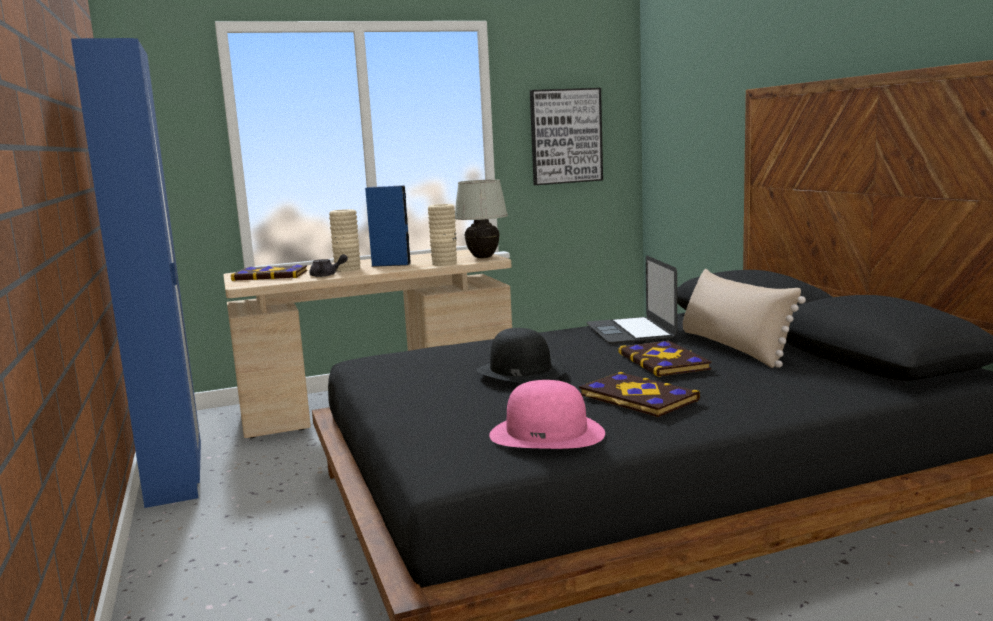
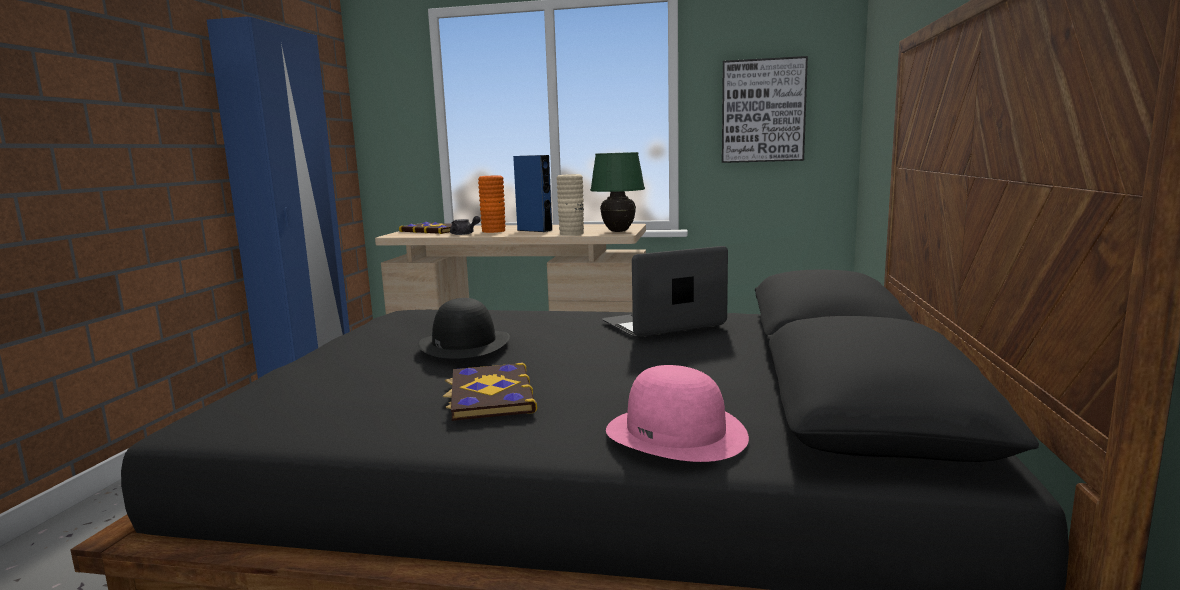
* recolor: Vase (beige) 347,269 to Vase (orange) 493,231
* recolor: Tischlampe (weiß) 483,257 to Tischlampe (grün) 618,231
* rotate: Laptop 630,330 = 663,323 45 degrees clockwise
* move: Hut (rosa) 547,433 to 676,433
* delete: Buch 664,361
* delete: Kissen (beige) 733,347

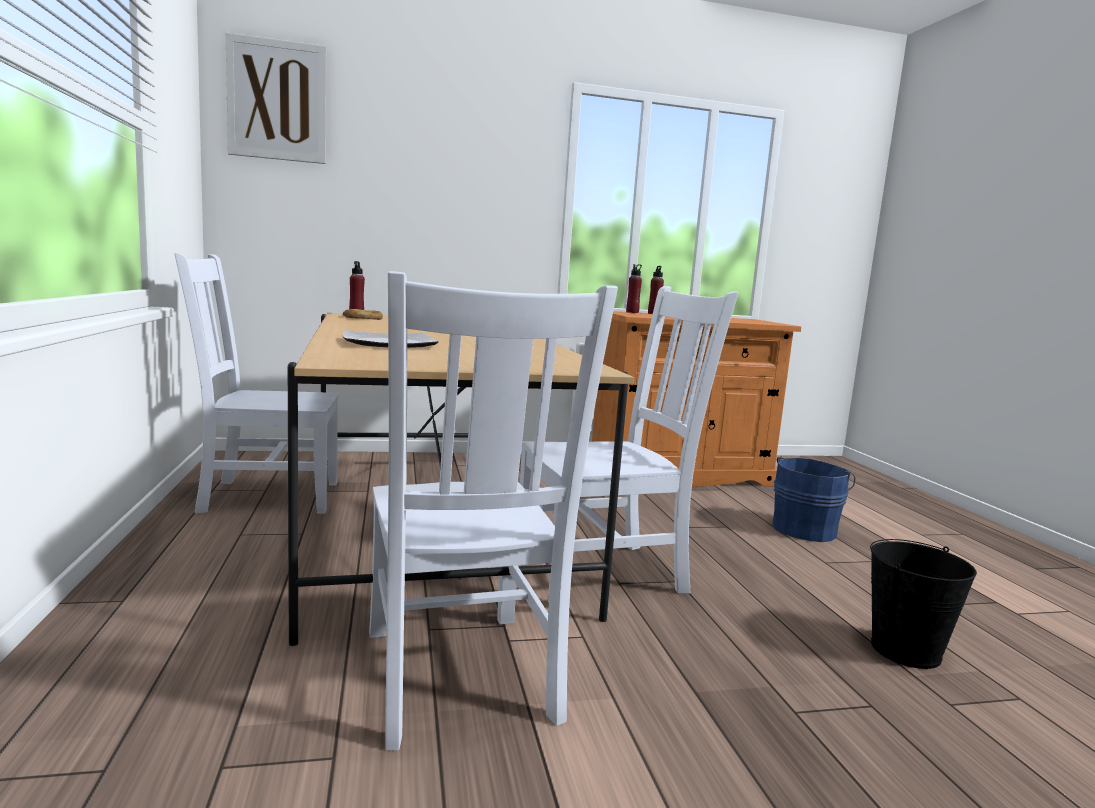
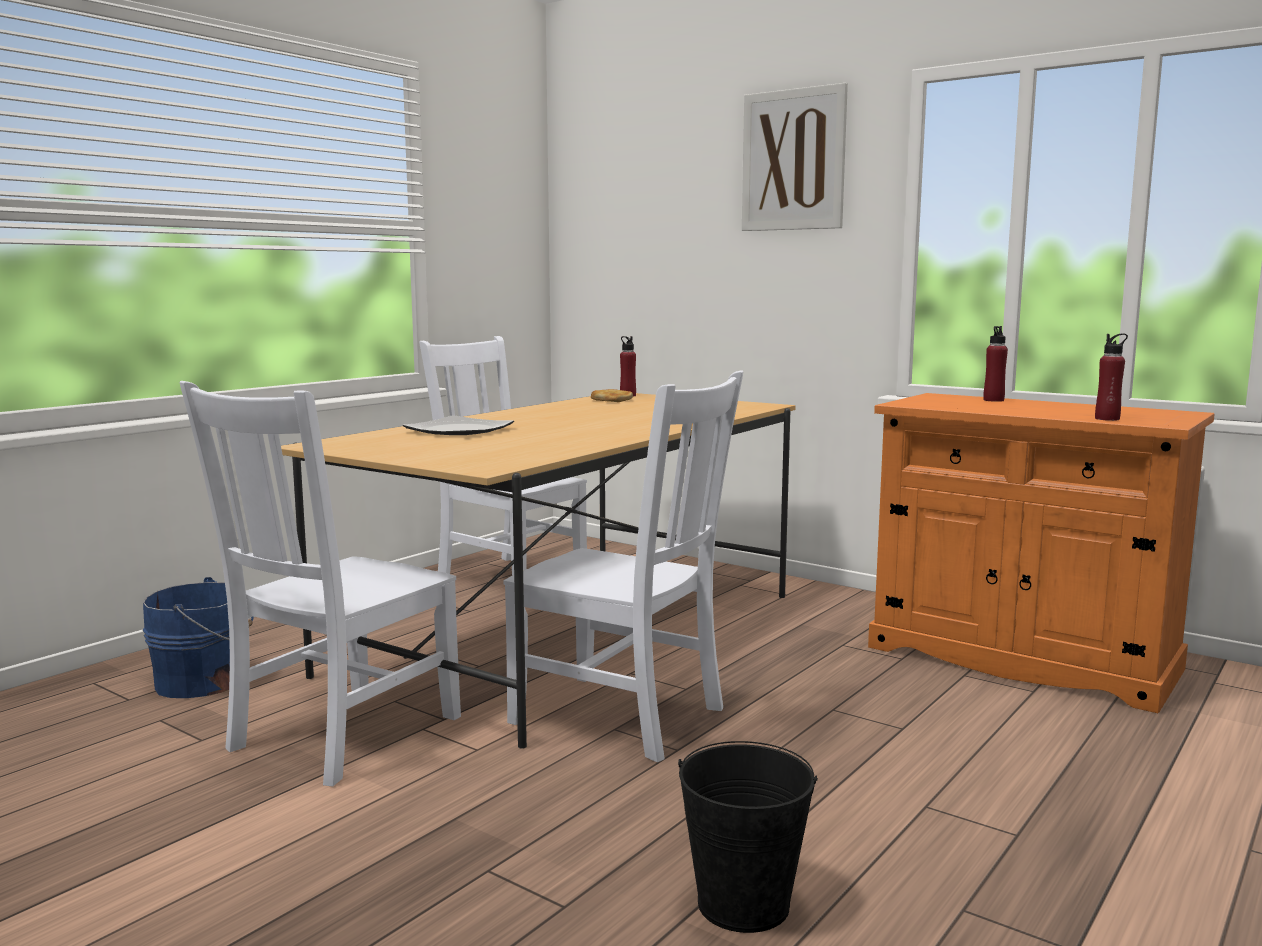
* move: Eimer (blau) 805,529 to 205,681
* move: Bild 277,100 to 793,160
* move: Flasche (rot) 632,312 to 1107,419

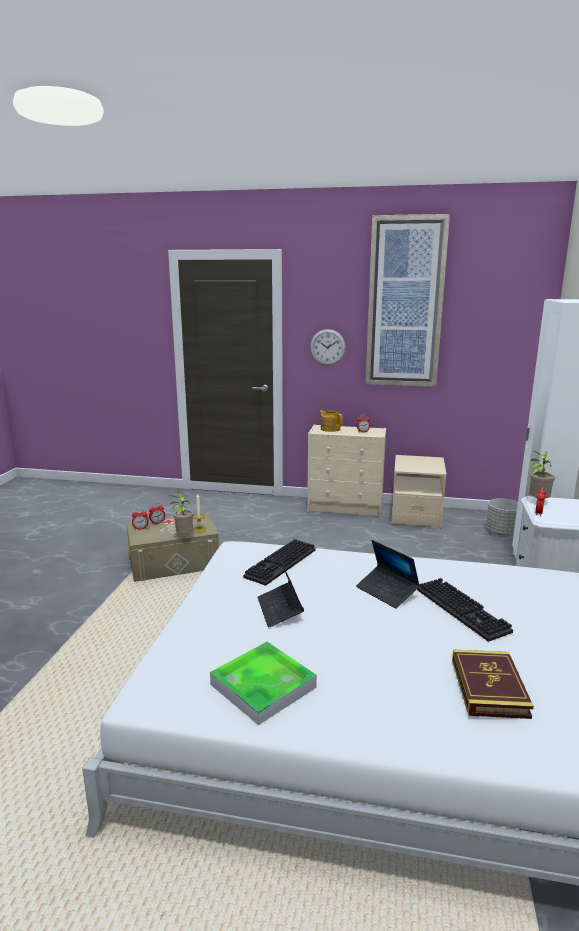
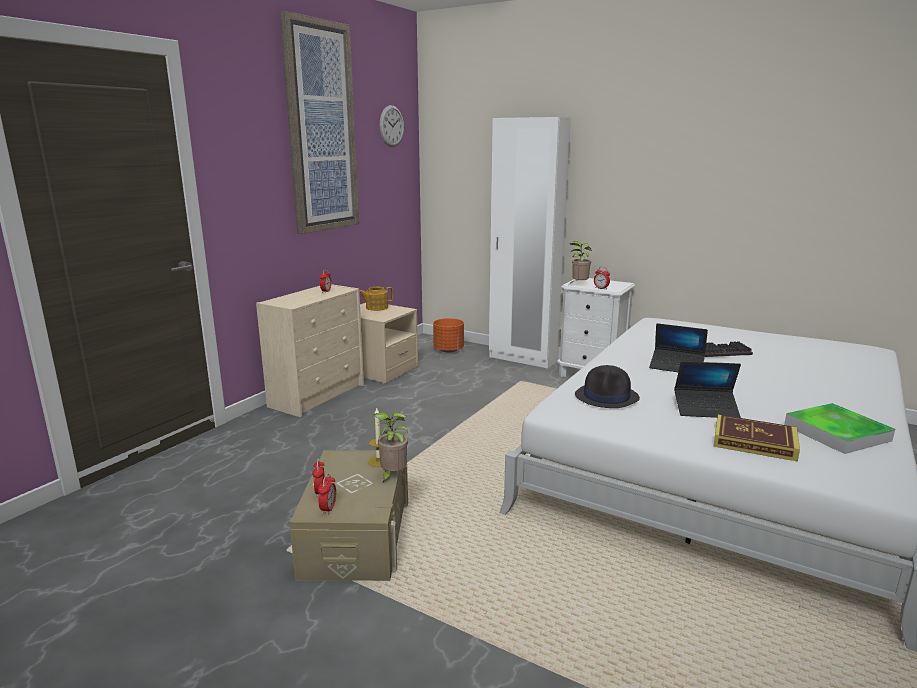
* move: Teekanne 330,429 to 376,307
* move: Wanduhr 327,347 to 391,126
* recolor: Pflanzkübel (grau) 502,532 to Pflanzkübel (orange) 449,350
* replace: Tastatur 281,564 to Hut (schwarz) 607,397
* rotate: Laptop 387,591 = 676,367 45 degrees clockwise
* move: Buch 489,687 to 754,442

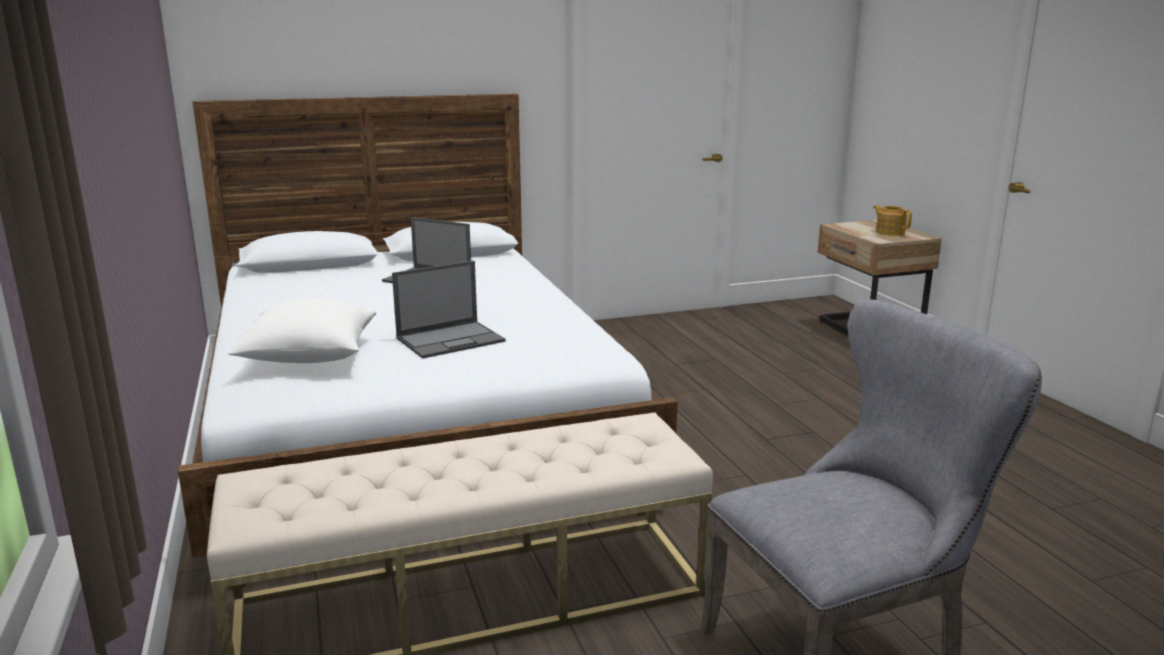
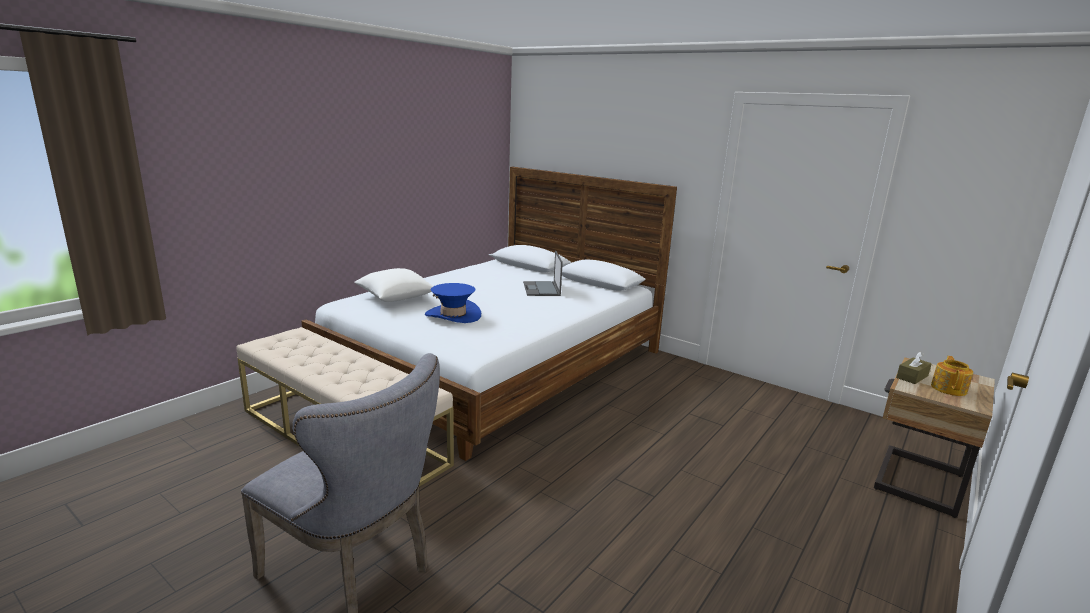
* replace: Laptop 451,340 to Hut (blau) 453,315
* insert: Taschentuchbox (braun) 912,377

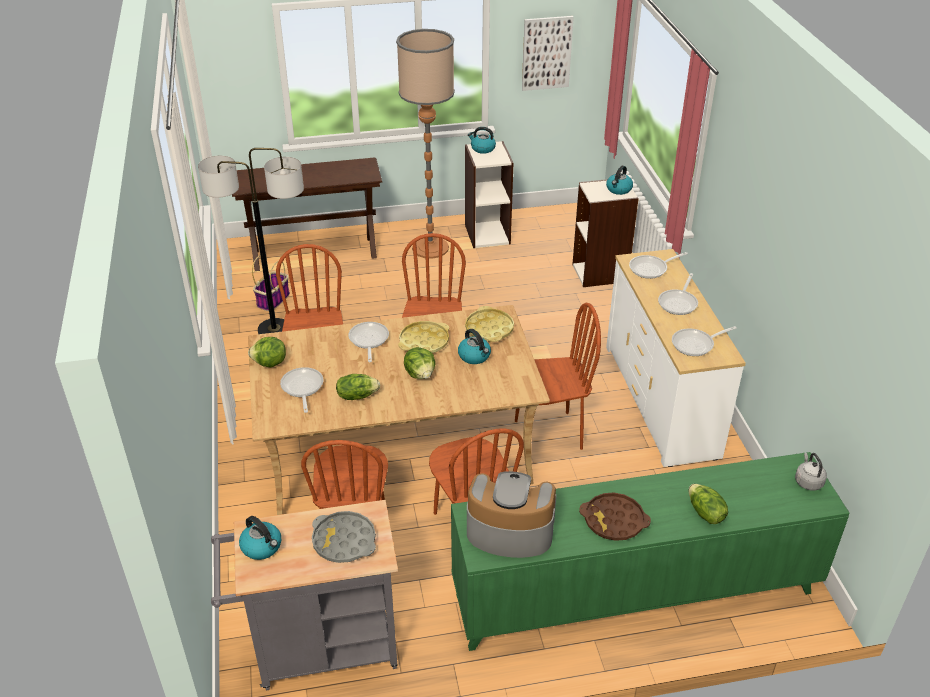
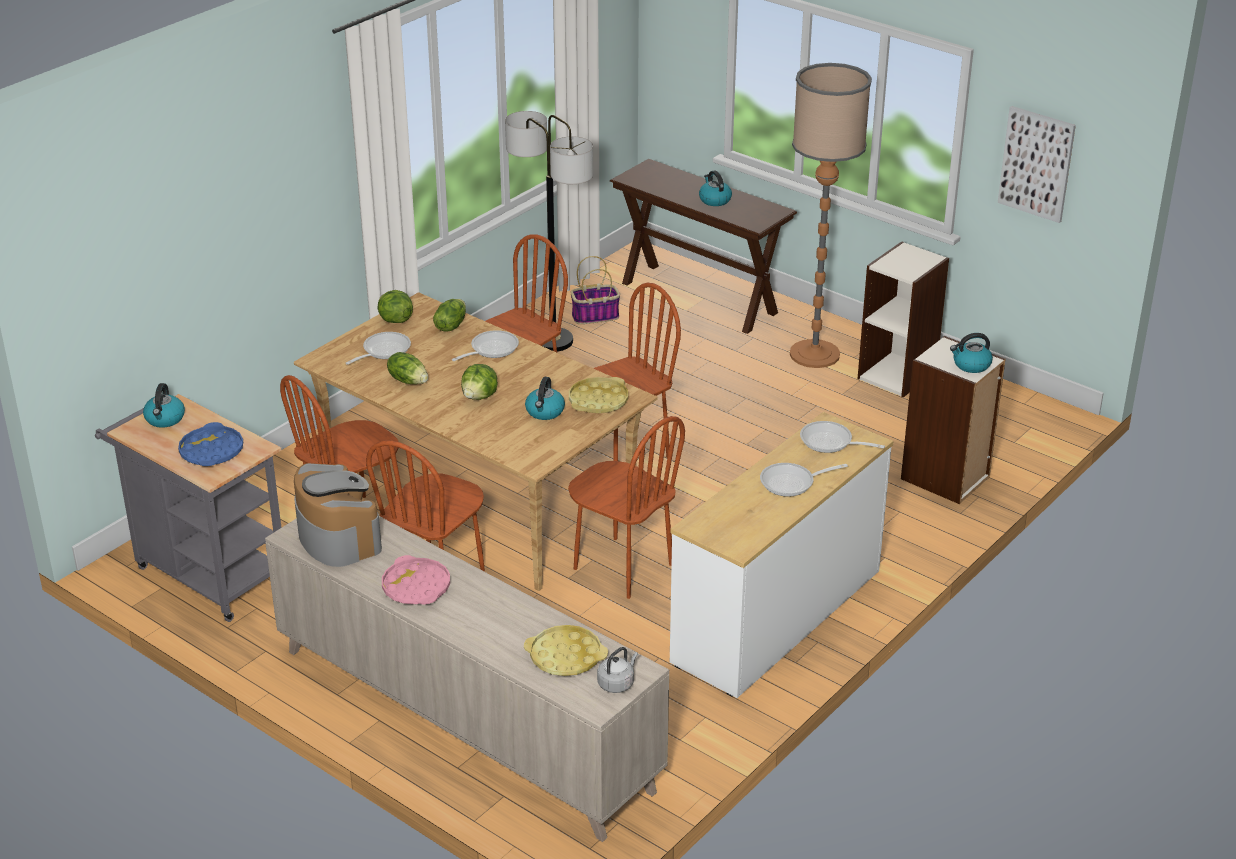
* recolor: Tablett (grau) 344,541 to Tablett (blau) 211,451
* recolor: Schrank (grün) 634,594 to Schrank (beige) 464,720
* recolor: Tablett (braun) 614,521 to Tablett (rosa) 416,587
* move: Salatkopf 705,513 to 450,325
* move: Tablett (gelb) 424,342 to 565,656
* move: Wasserkessel 482,149 to 714,200
* delete: Pfanne 696,344

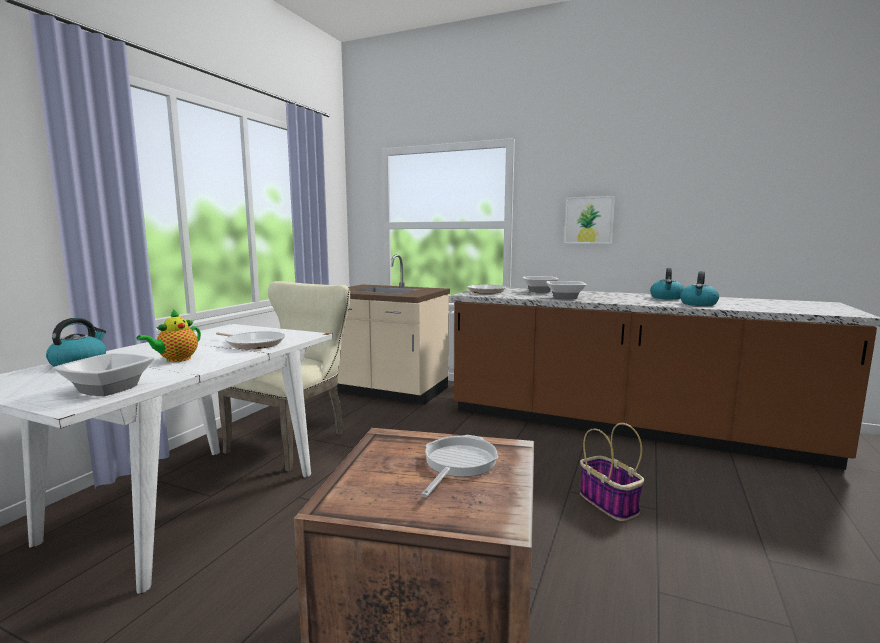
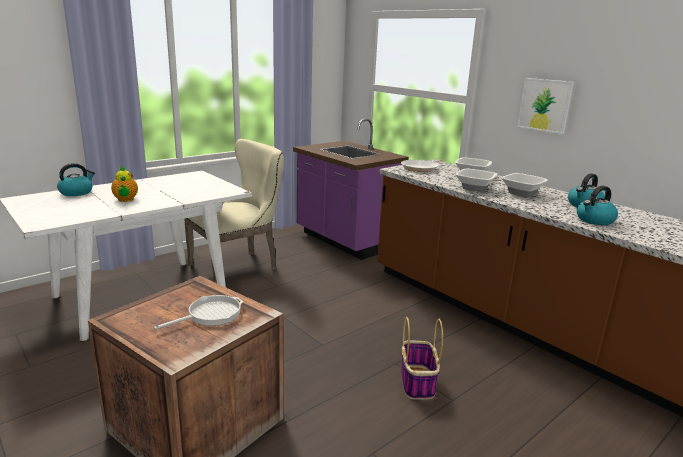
* rotate: Teekanne 176,360 = 125,200 75 degrees counterclockwise
* recolor: Küchenzeile (beige) 388,391 to Küchenzeile (lila) 345,240
* move: Schüssel 110,389 to 523,193
* delete: Pfanne 253,344

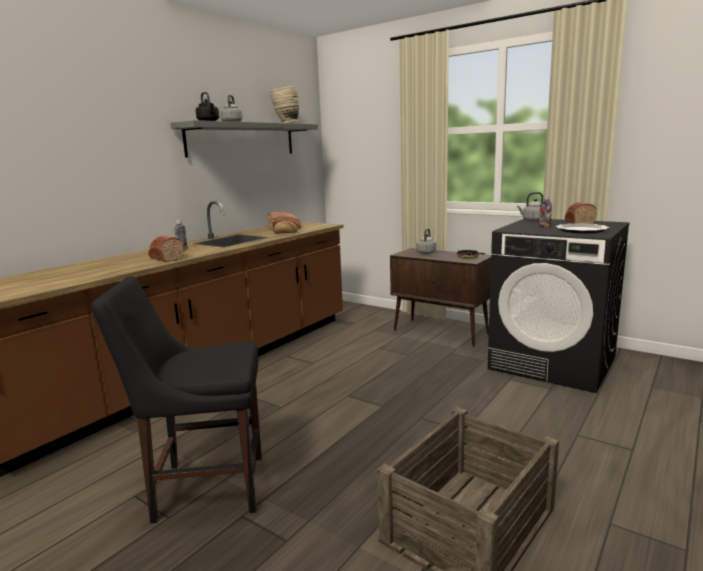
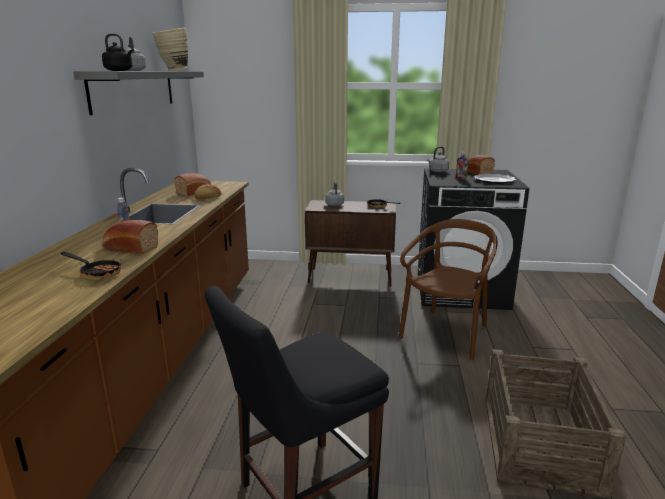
* insert: Pfanne 97,273
* insert: Stuhl (braun) 446,334

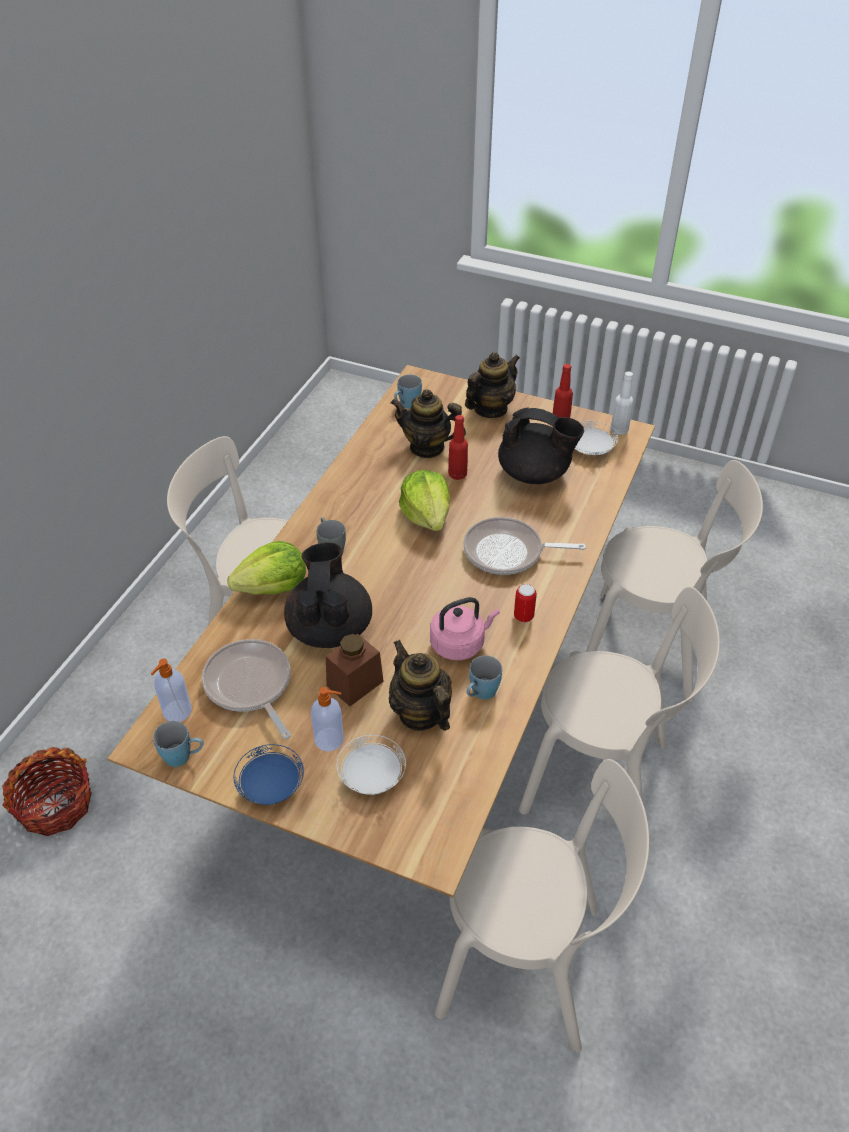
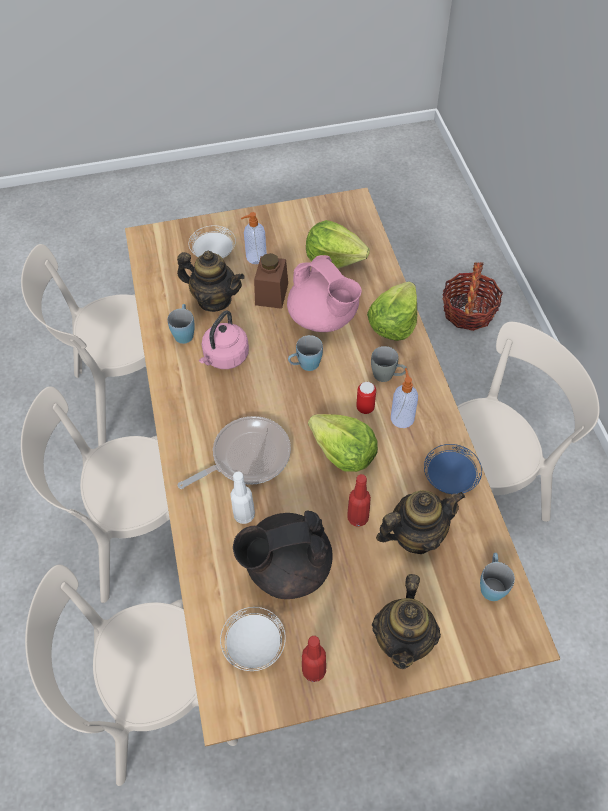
* move: Flasche (weiß) 619,430 to 244,515
* recolor: Teekanne (schwarz) 330,628 to Teekanne (rosa) 324,318
* move: Henkelbecher (blau) 184,756 to 305,365
* replace: Pfanne 250,686 to Salatkopf 334,258
* move: Dose 523,616 to 365,408
* move: Seifenspender 176,712 to 402,417
* move: Teller (blau) 271,786 to 449,477

